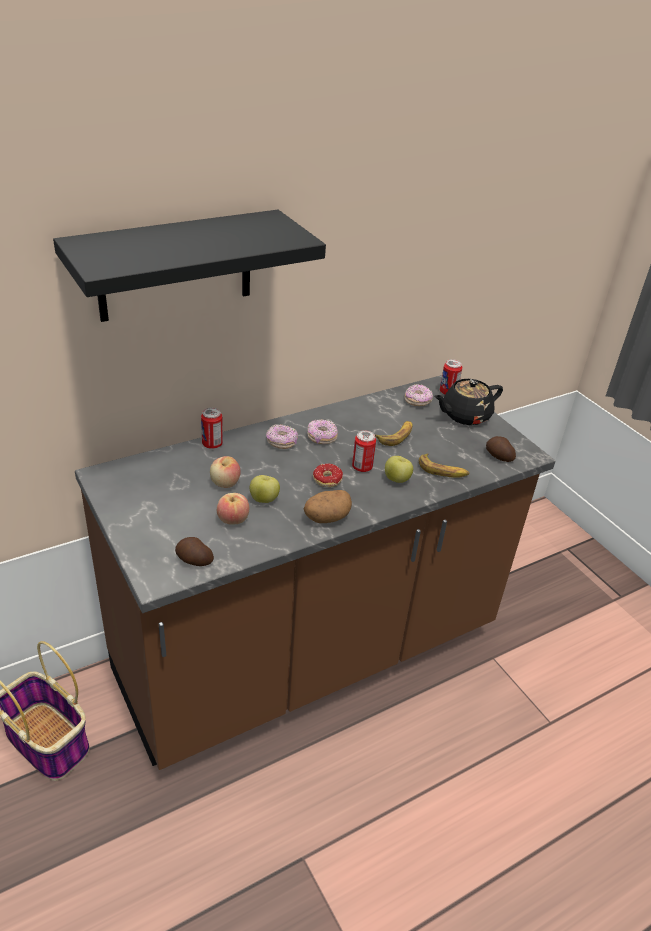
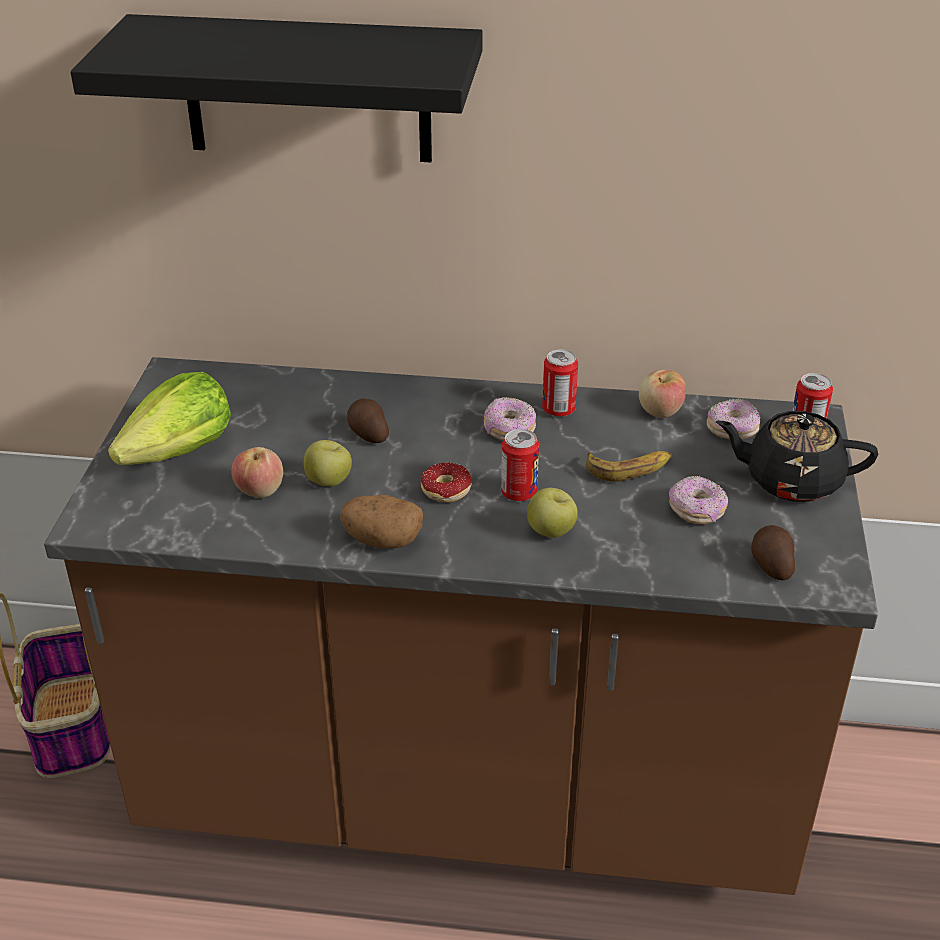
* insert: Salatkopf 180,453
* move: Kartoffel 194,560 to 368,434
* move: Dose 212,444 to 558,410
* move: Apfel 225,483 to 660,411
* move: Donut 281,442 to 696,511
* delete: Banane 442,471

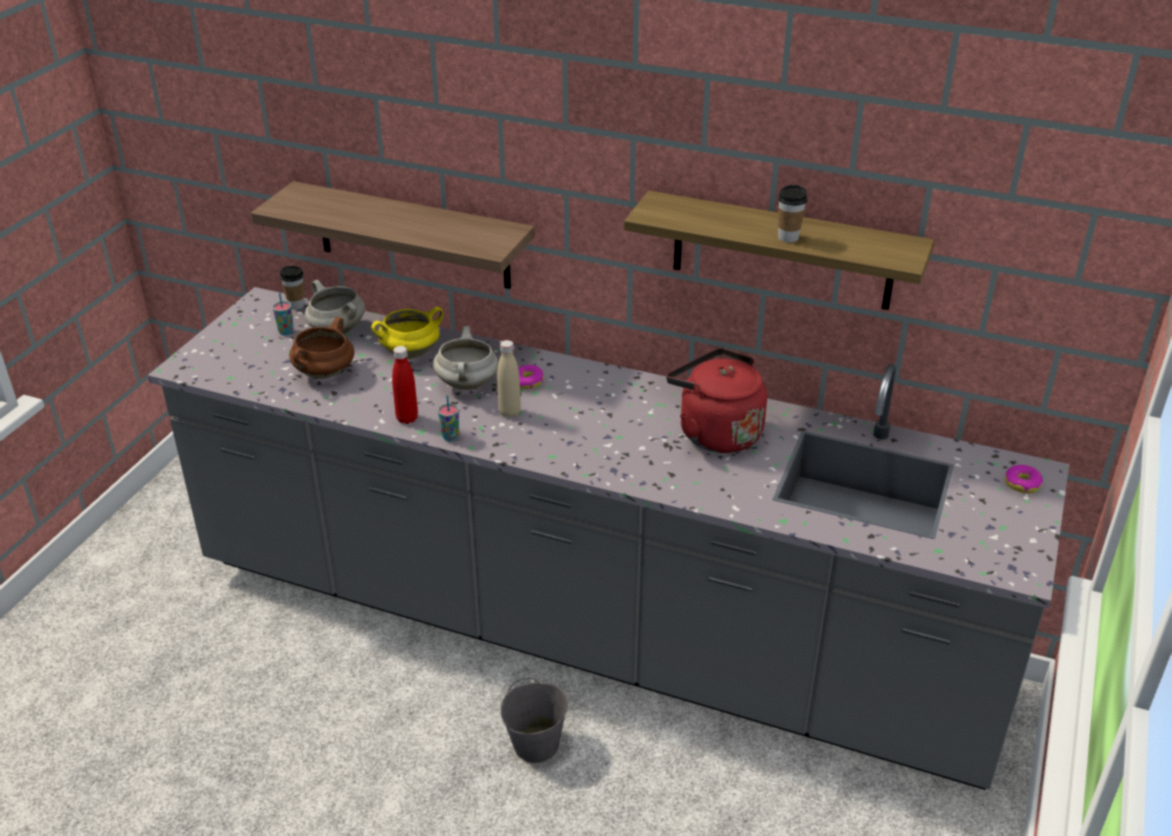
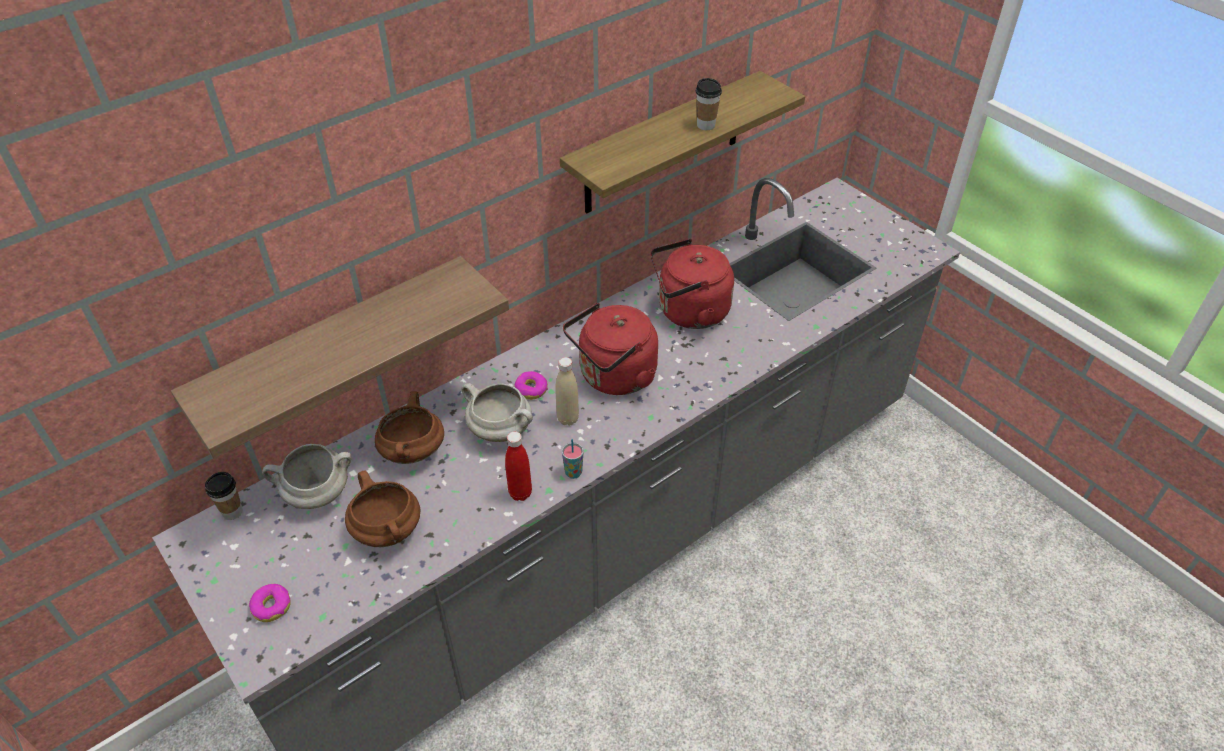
* move: Donut 1022,484 to 271,606
* recolor: Kochtopf (gelb) 411,353 to Kochtopf (braun) 412,451
* insert: Wasserkessel (rot) 614,377
* delete: Tasse 286,332
* delete: Eimer (grau) 536,744

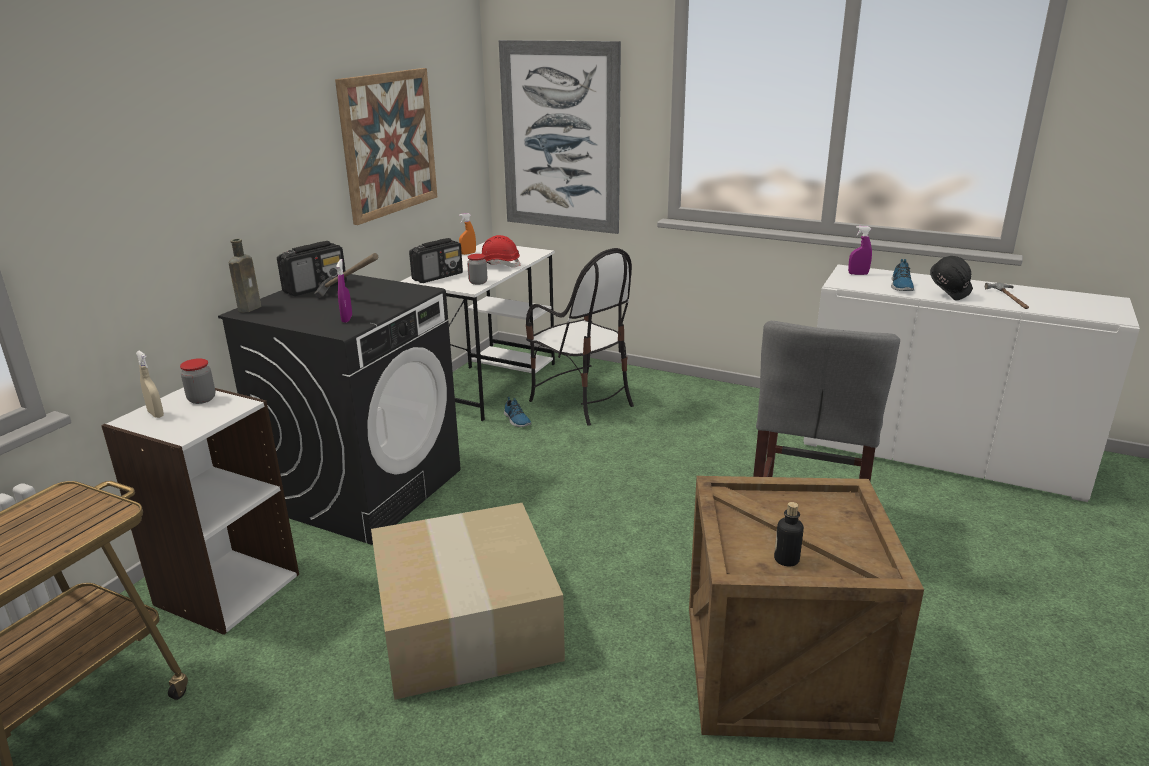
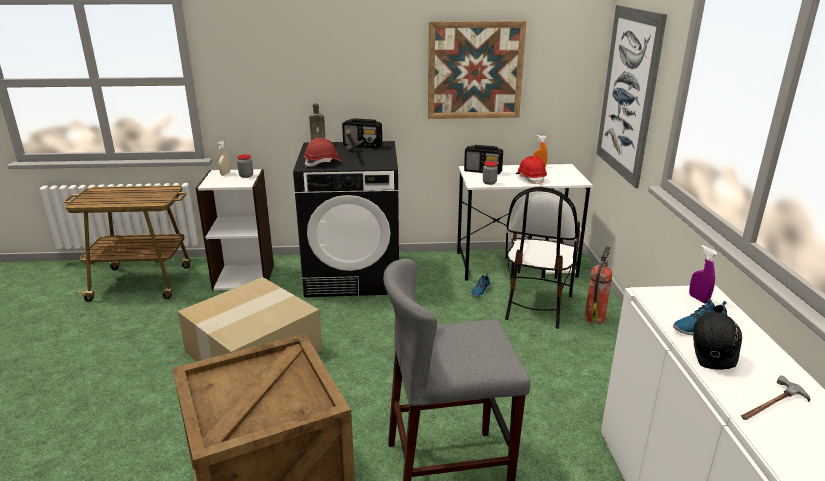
* replace: Sprühflasche (lila) 347,319 to Schutzhelm (rot) 323,163
* insert: Feuerlöscher 595,317
* delete: Flasche 786,559

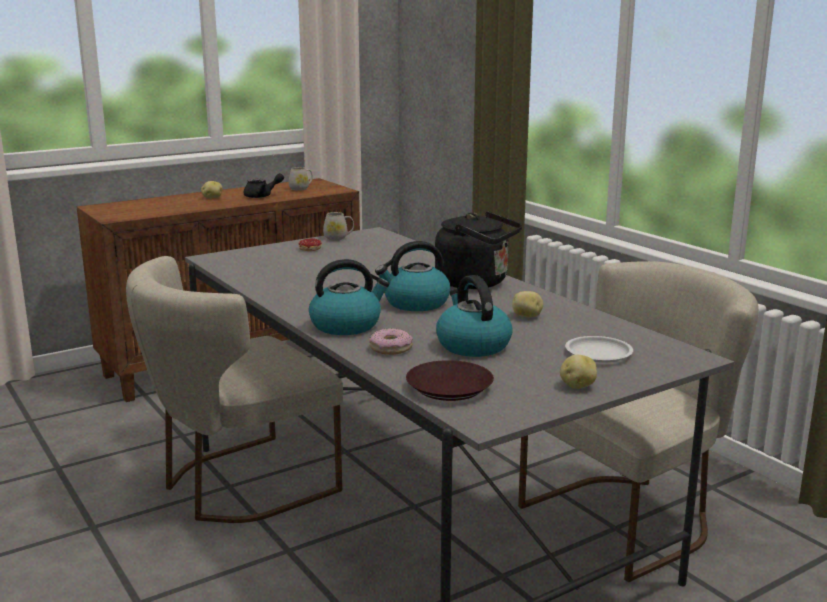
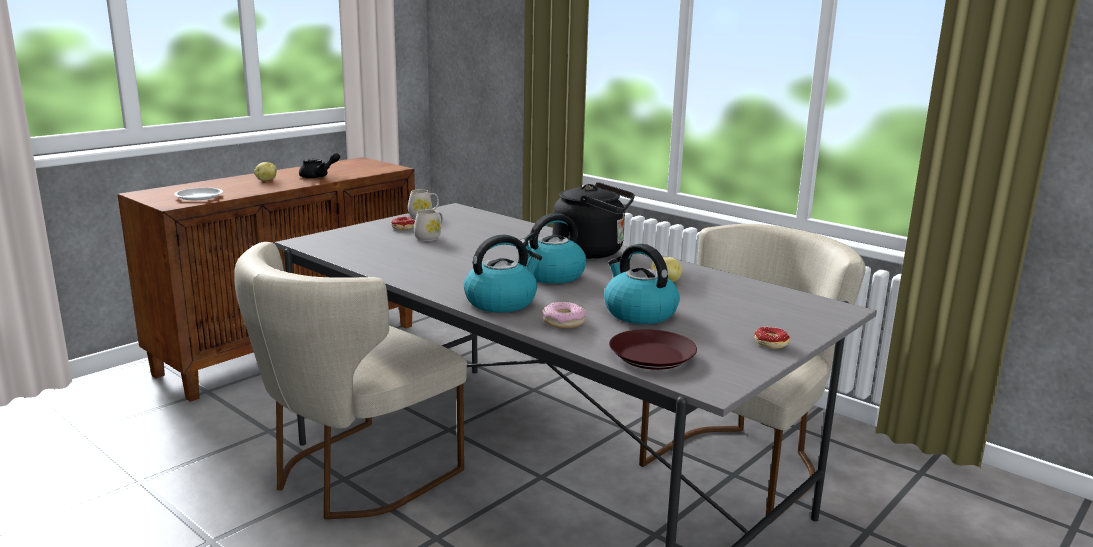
* move: Teller (weiß) 599,354 to 199,197
* move: Henkelbecher (weiß) 301,188 to 430,237
* replace: Kartoffel 577,386 to Donut 765,344

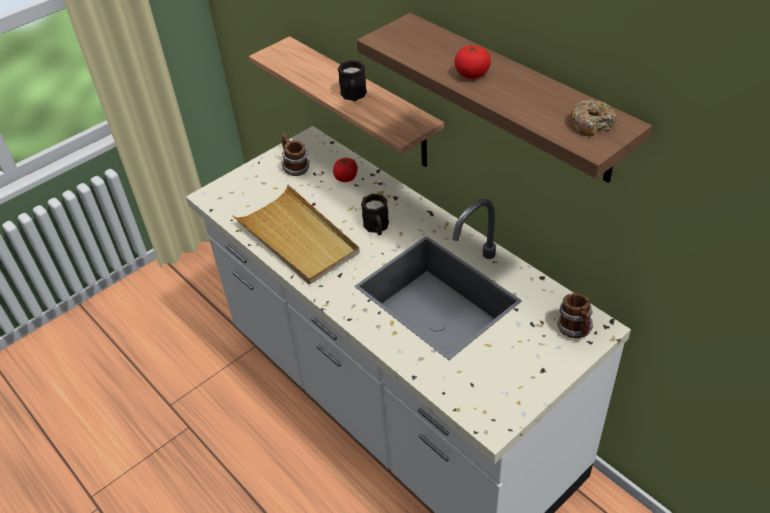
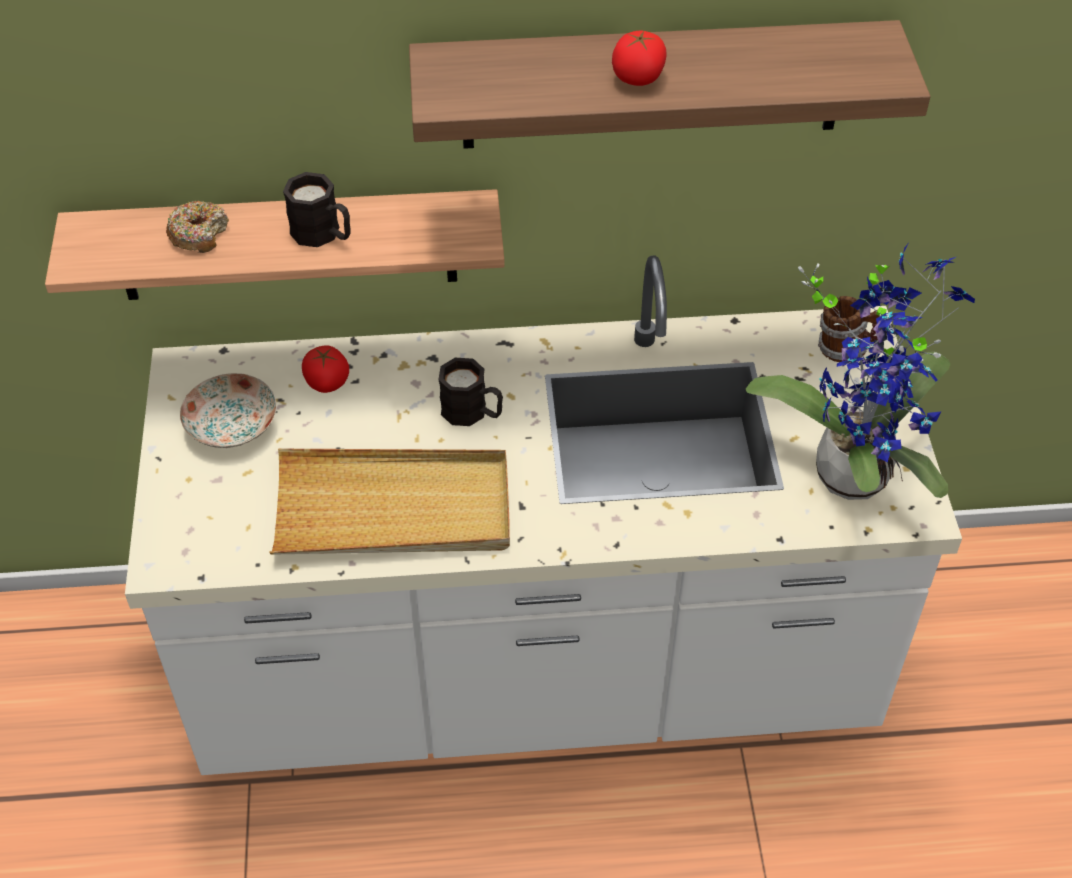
* move: Donut 591,124 to 199,234
* replace: Henkelbecher 295,168 to Teller 231,424
* insert: Topfpflanze 854,468

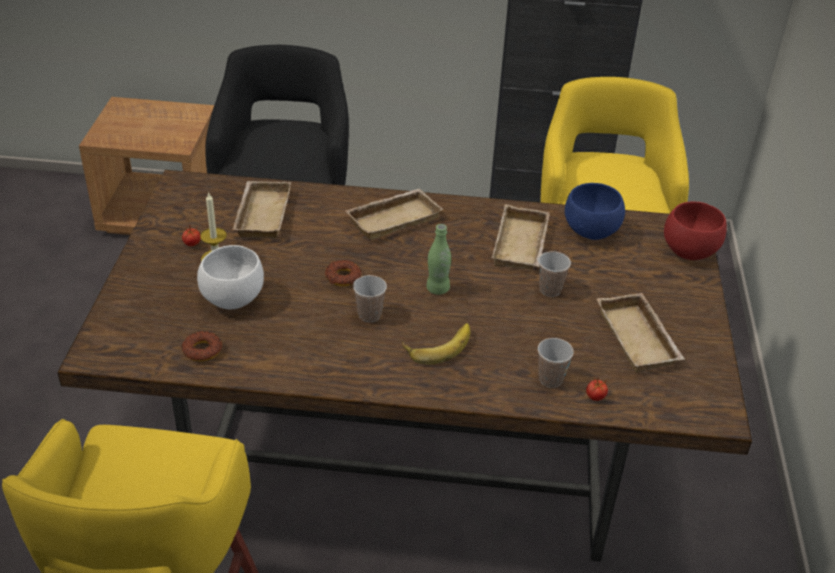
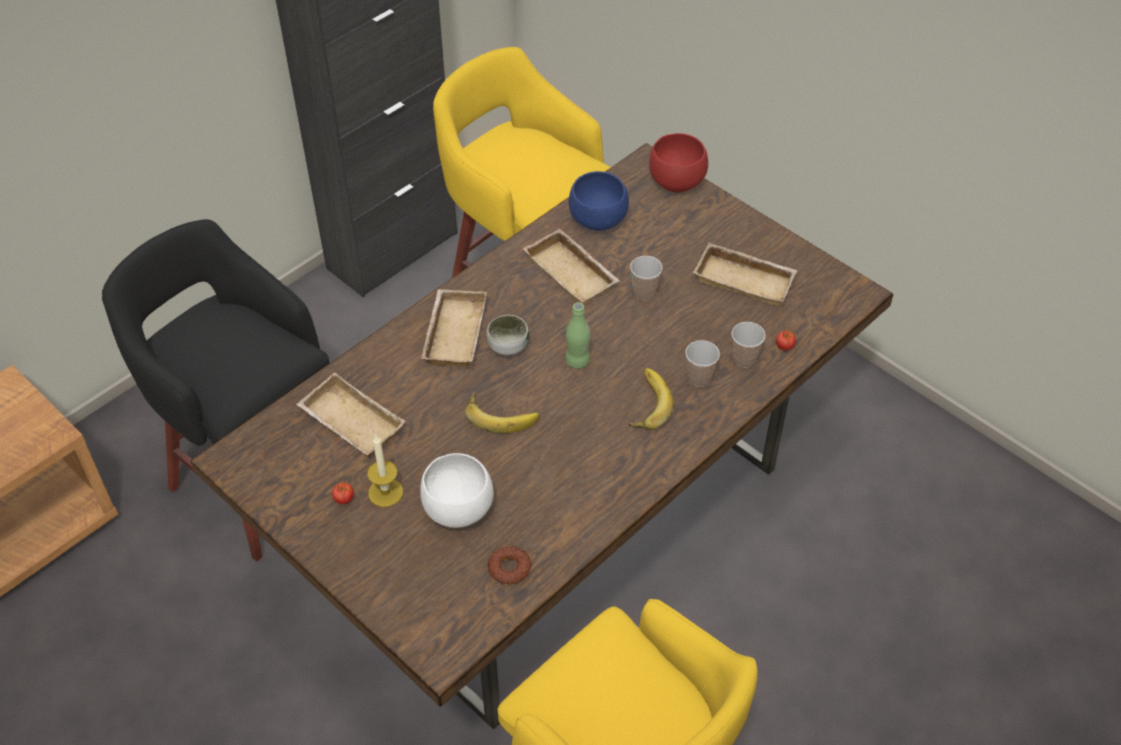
* replace: Donut 343,277 to Banane 502,414
* insert: Schüssel 508,345
* move: Tasse 369,315 to 699,378

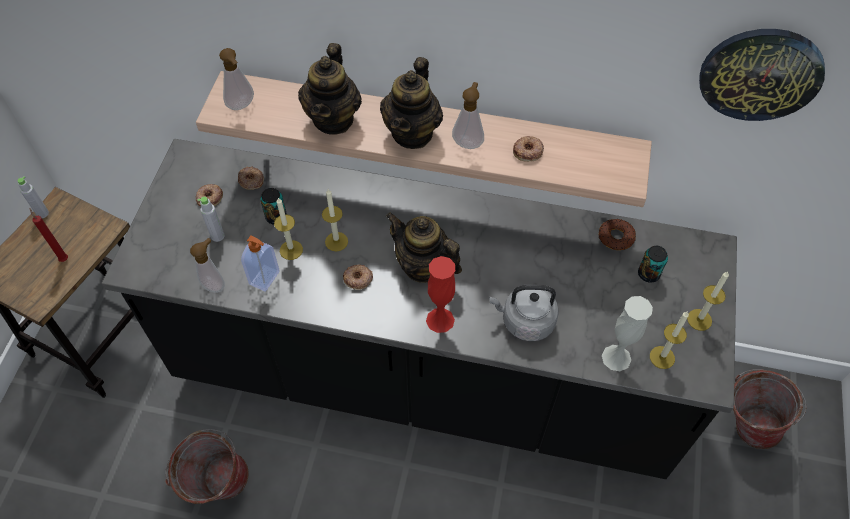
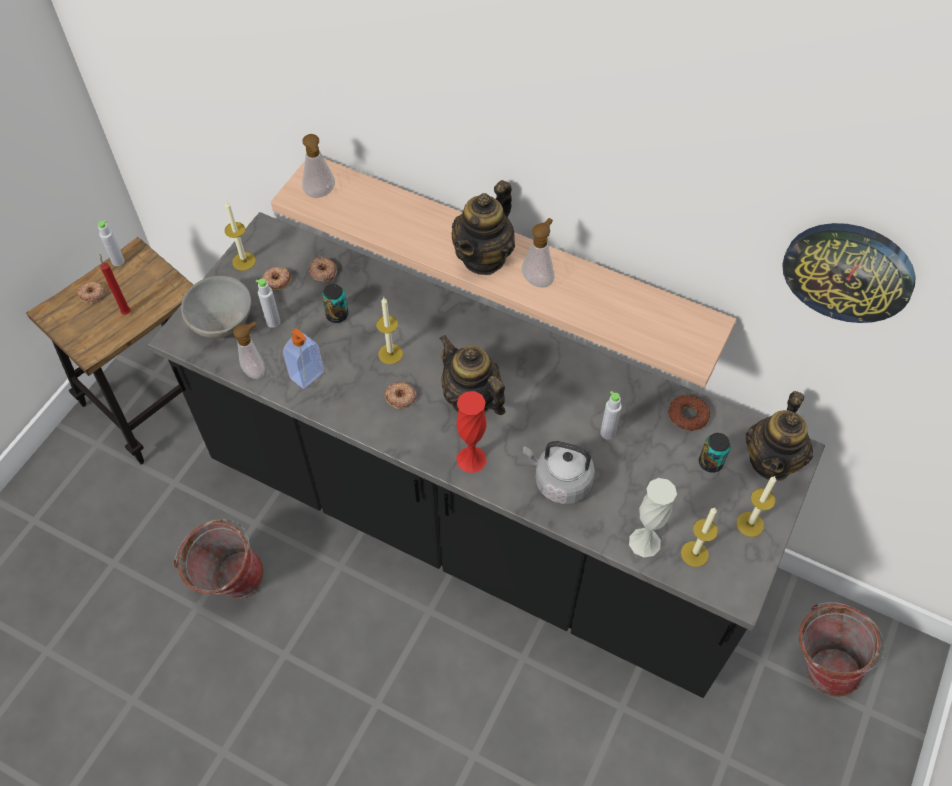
* move: Donut 528,151 to 92,294
* insert: Schüssel (grau) 223,322
* move: Kerze 291,250 to 244,261
* insert: Flasche (grau) 607,433
* move: Teekanne 333,119 to 771,461

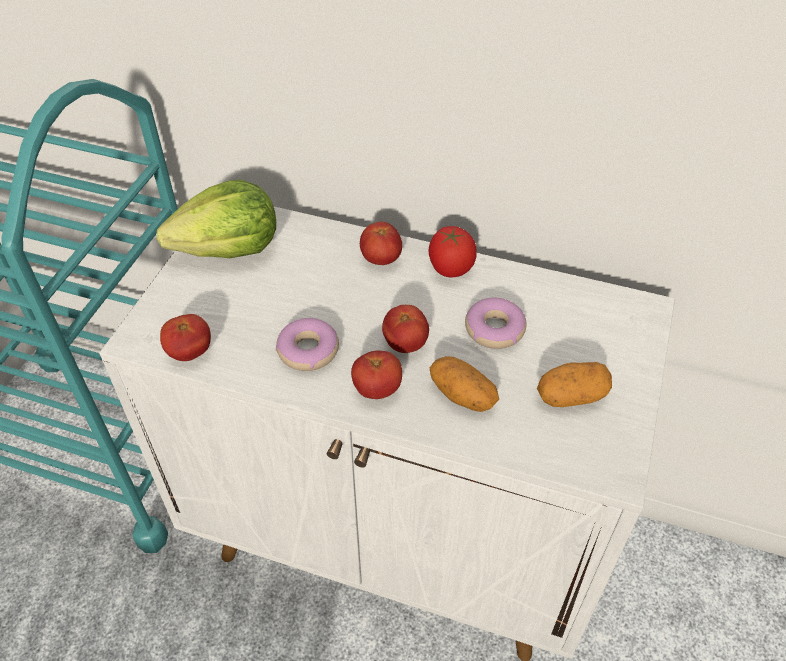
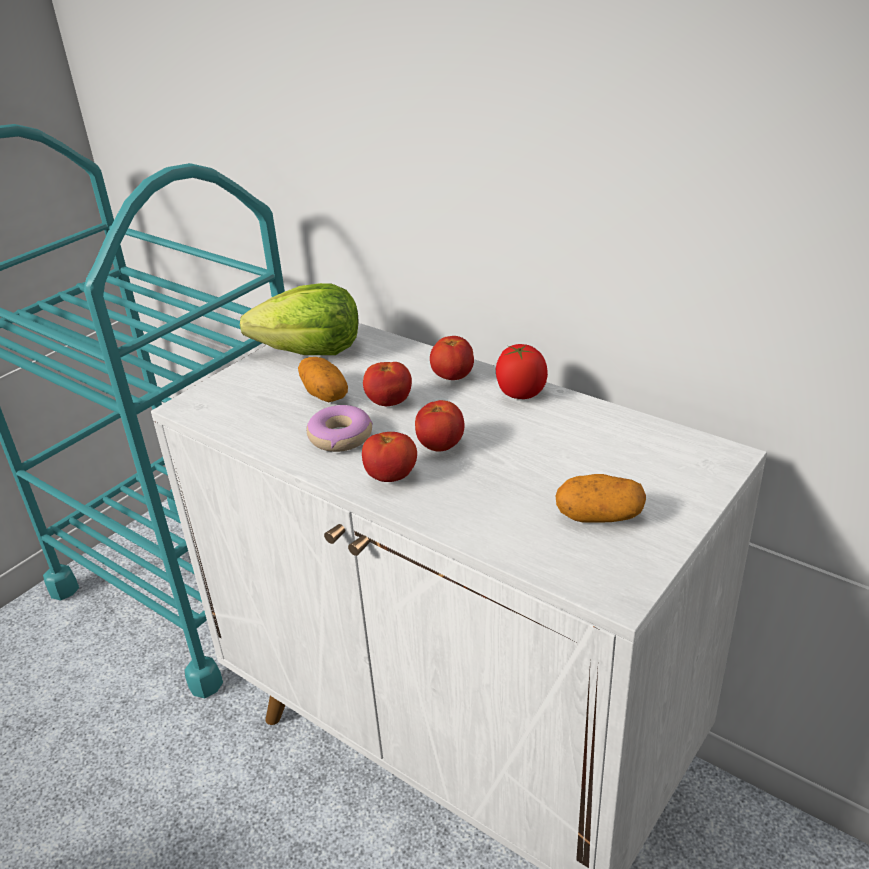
* move: Kartoffel 462,395 to 325,394
* move: Tomate 190,352 to 389,402
* delete: Donut 494,329

